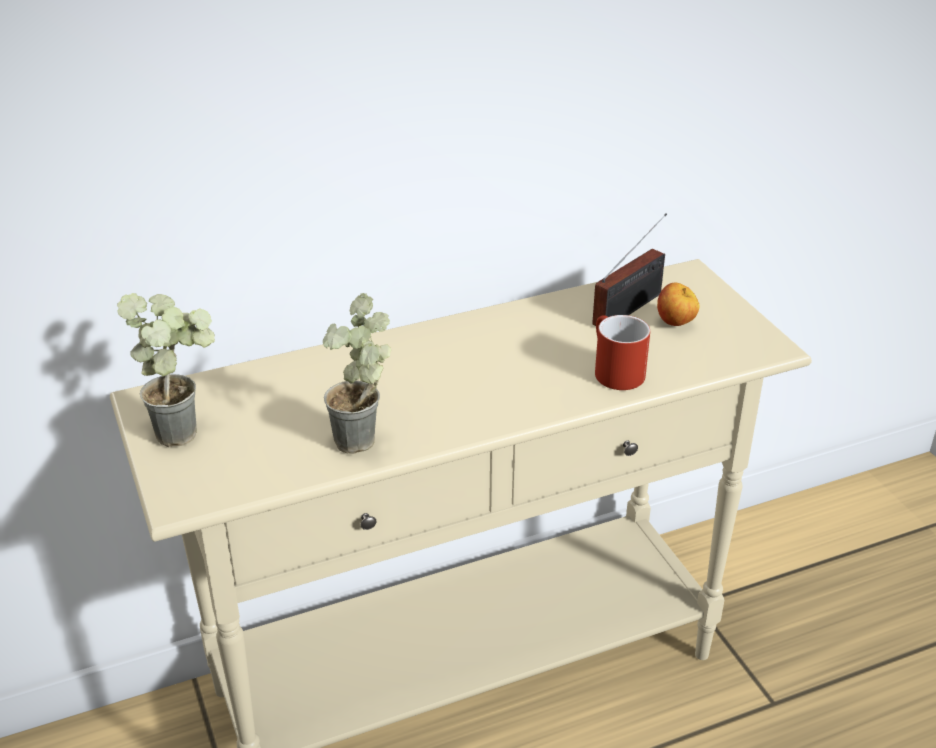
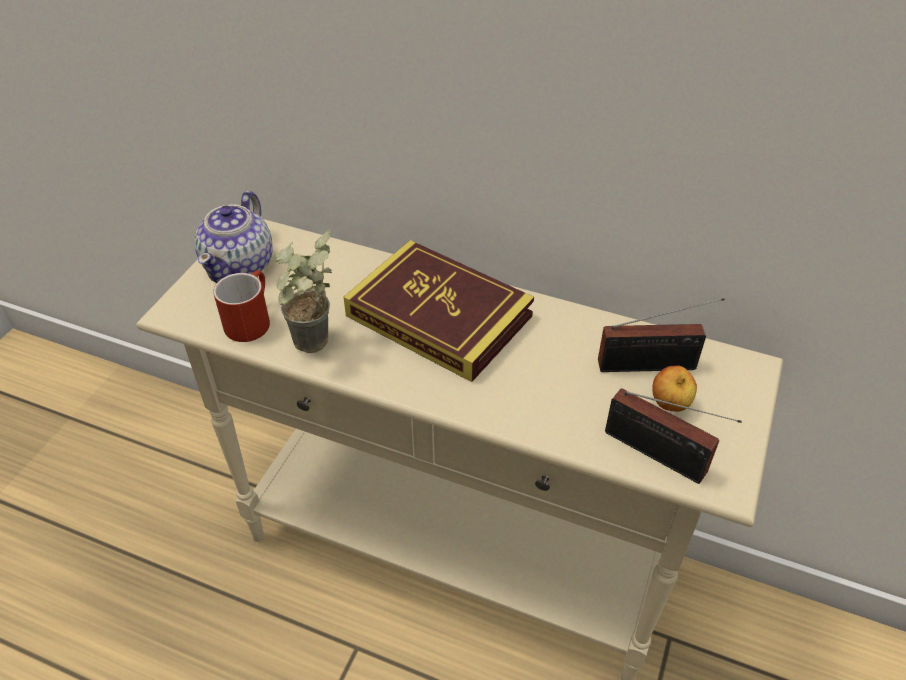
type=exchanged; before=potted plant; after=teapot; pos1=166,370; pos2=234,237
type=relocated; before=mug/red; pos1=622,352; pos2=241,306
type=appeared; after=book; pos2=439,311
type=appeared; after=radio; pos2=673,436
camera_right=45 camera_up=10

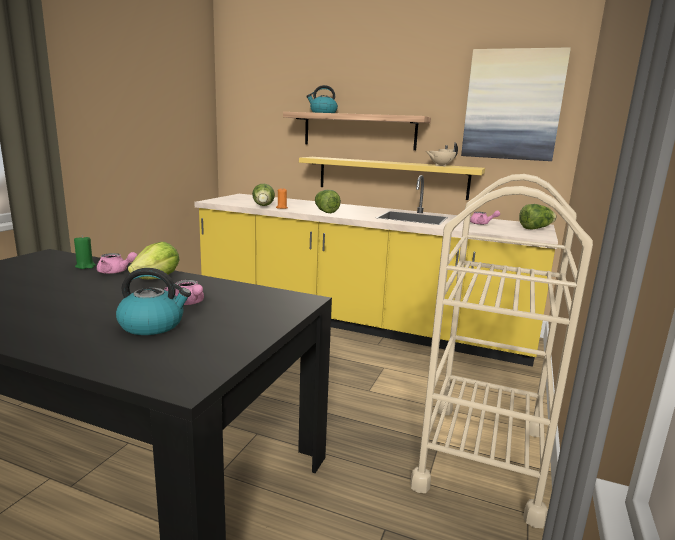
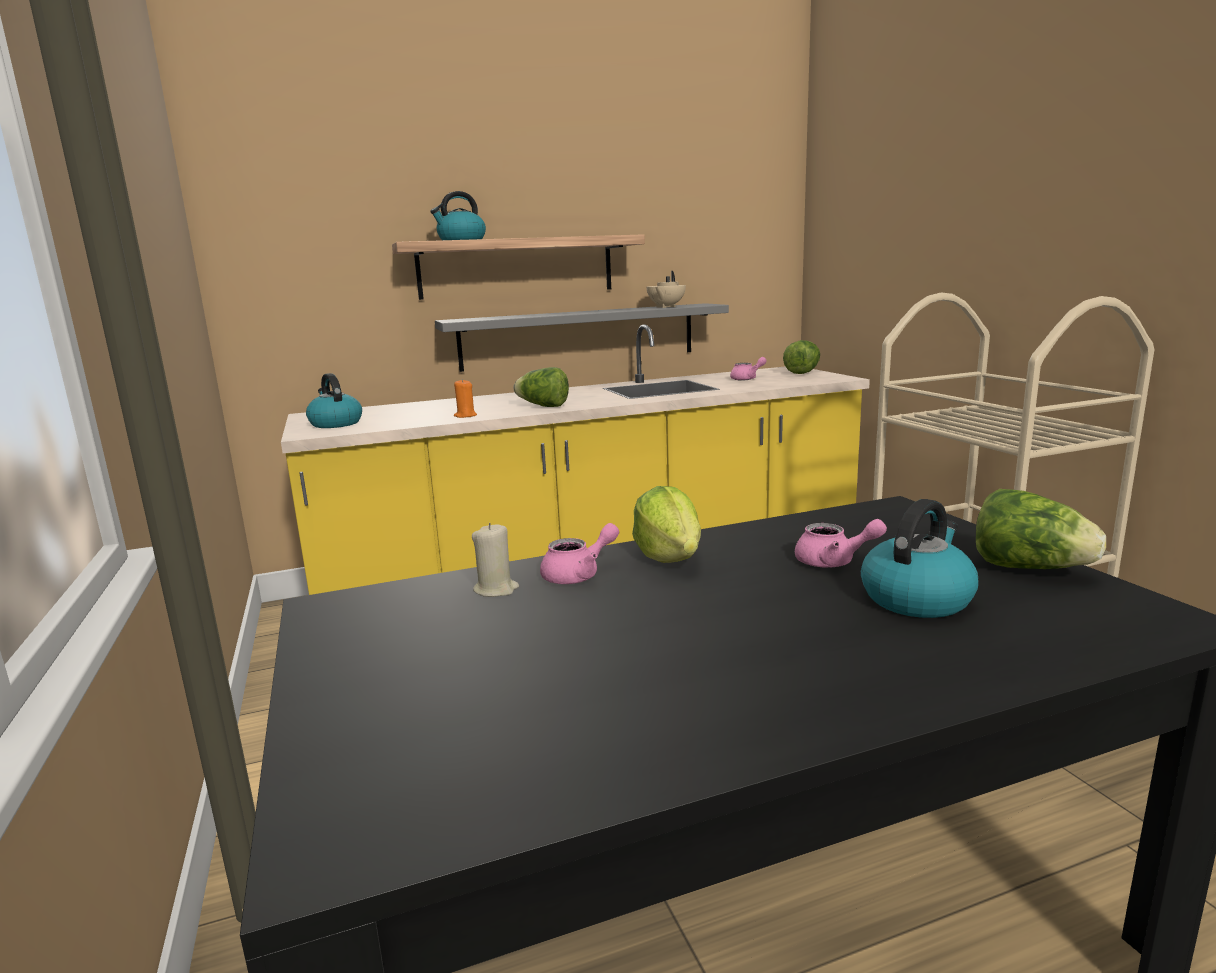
type=colour; before=candle/green; after=candle/beige; pos1=85,252; pos2=495,560
type=relocated; before=lettuce; pos1=263,195; pos2=1041,529
type=colour; before=shelf/yellow; after=shelf/grey; pos1=392,178; pos2=582,337
type=missing; before=picture; pos1=516,104
type=appeared; after=kettle; pos2=334,400
camera_right=-40 camera_up=0

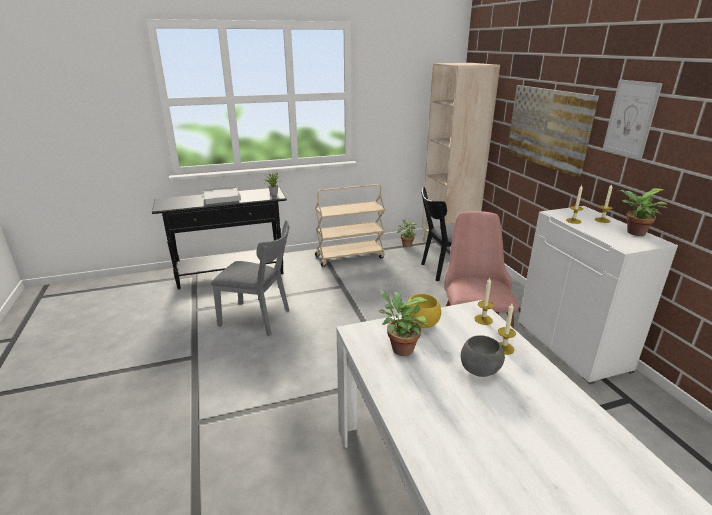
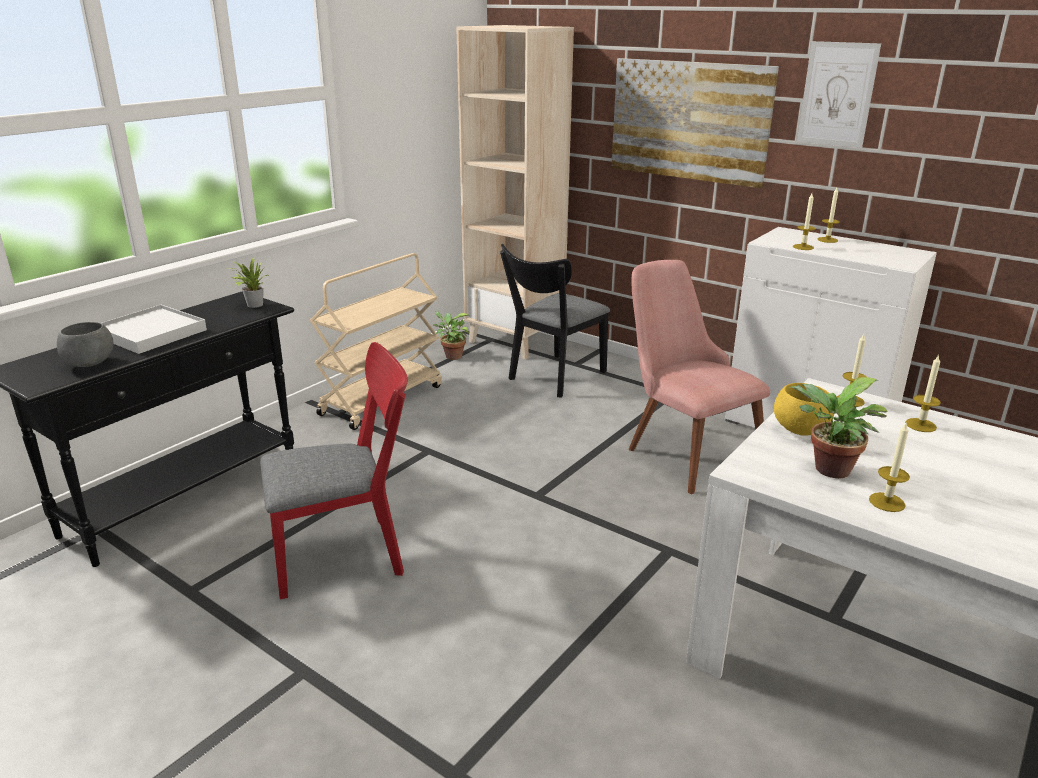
type=colour; before=chair/grey; after=chair/red; pos1=250,278; pos2=334,470
type=relocated; before=bowl/grey; pos1=483,356; pos2=85,344
type=missing; before=potted plant; pos1=642,212
type=appeared; after=candle; pos2=889,467
camera_right=-35 camera_up=0

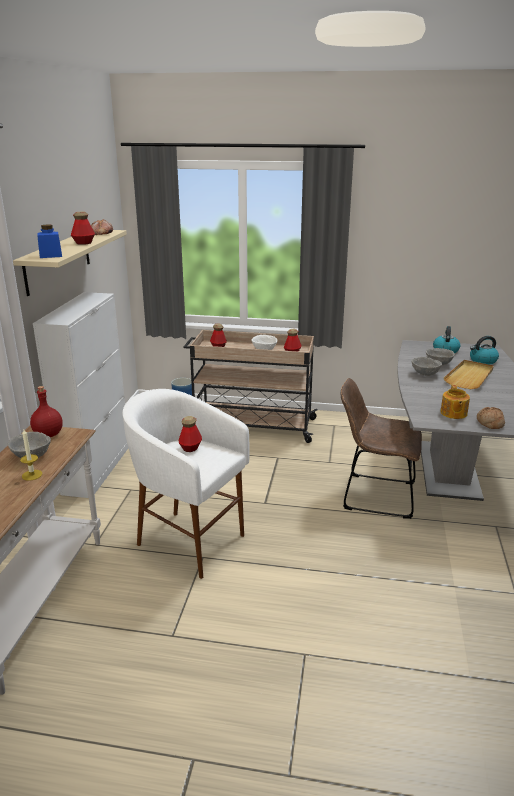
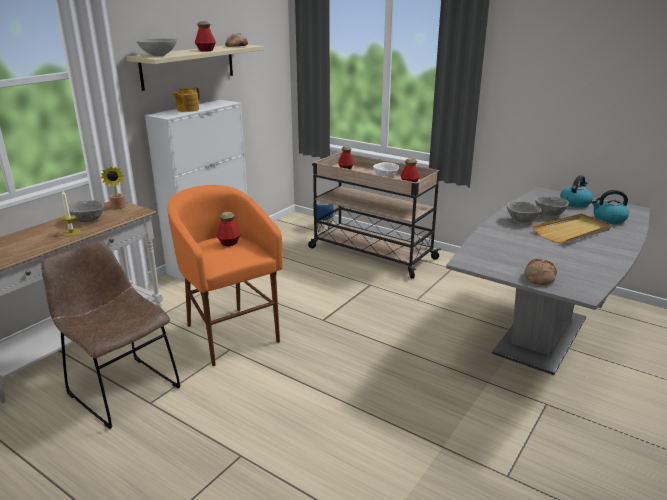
type=exchanged; before=bottle/red; after=potted plant; pos1=46,411; pos2=113,188
type=exchanged; before=jar/blue; after=bowl/grey; pos1=49,241; pos2=157,47
type=colour; before=stool/white; after=stool/orange; pos1=186,484; pos2=225,275
type=relocated; before=chair/brown; pos1=381,448; pos2=110,334
type=relocated; before=teapot; pos1=455,402; pos2=186,99
camera_right=25 camera_up=0

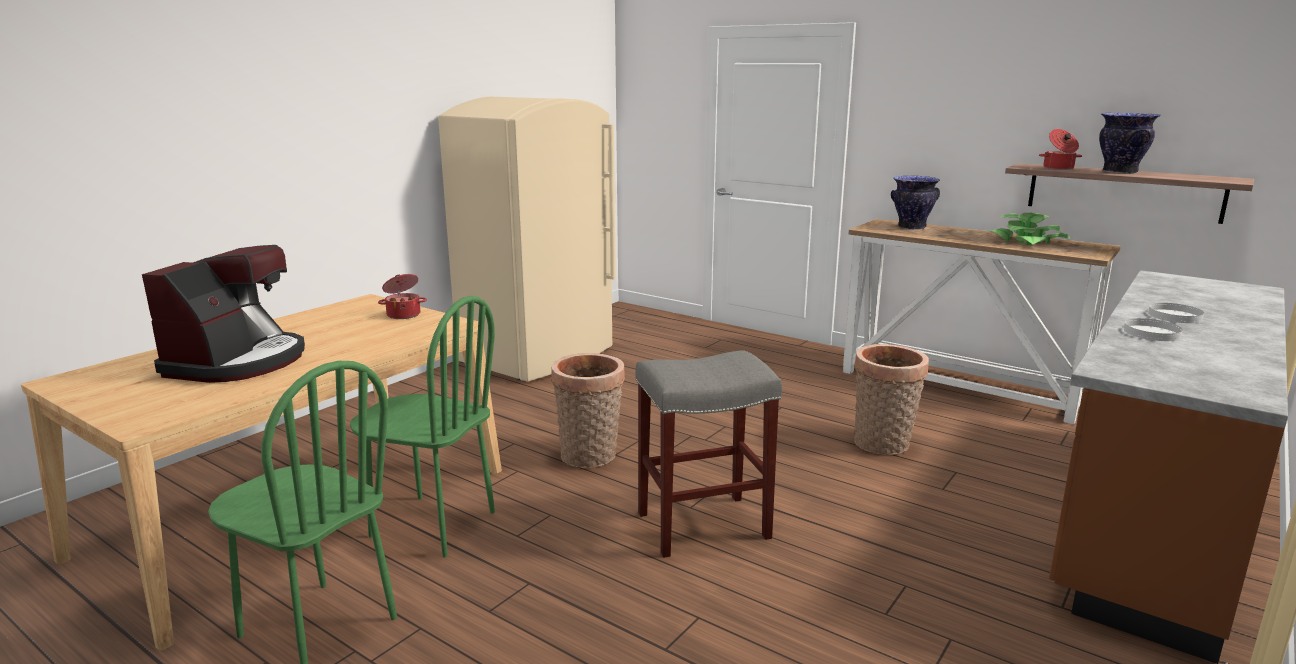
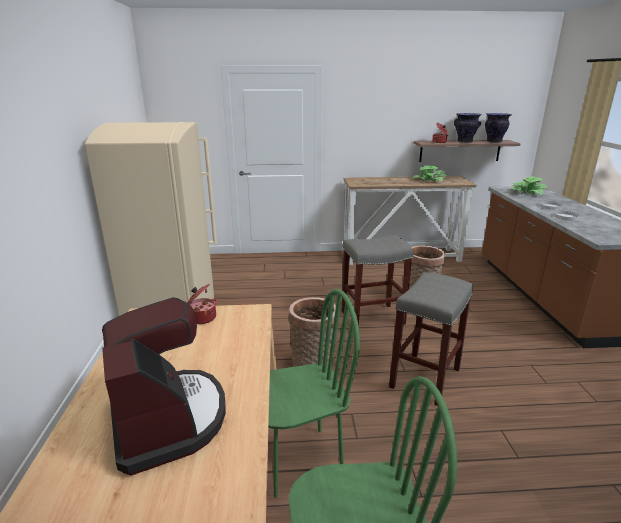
type=relocated; before=vase; pos1=915,203; pos2=498,128
type=appeared; after=stool/grey; pos2=377,280
type=appeared; after=potted plant; pos2=529,185
camera_right=-40 camera_up=5

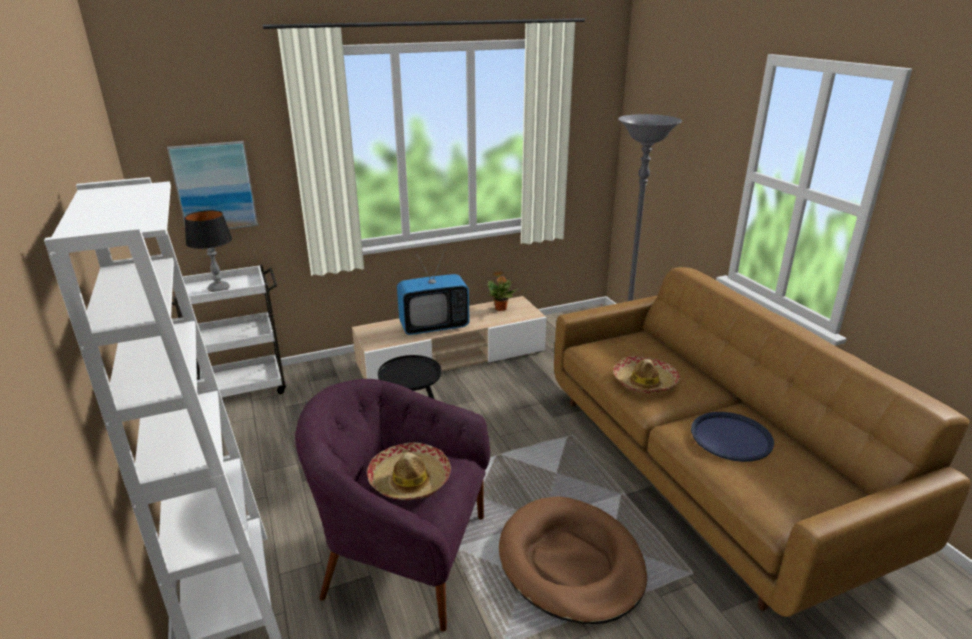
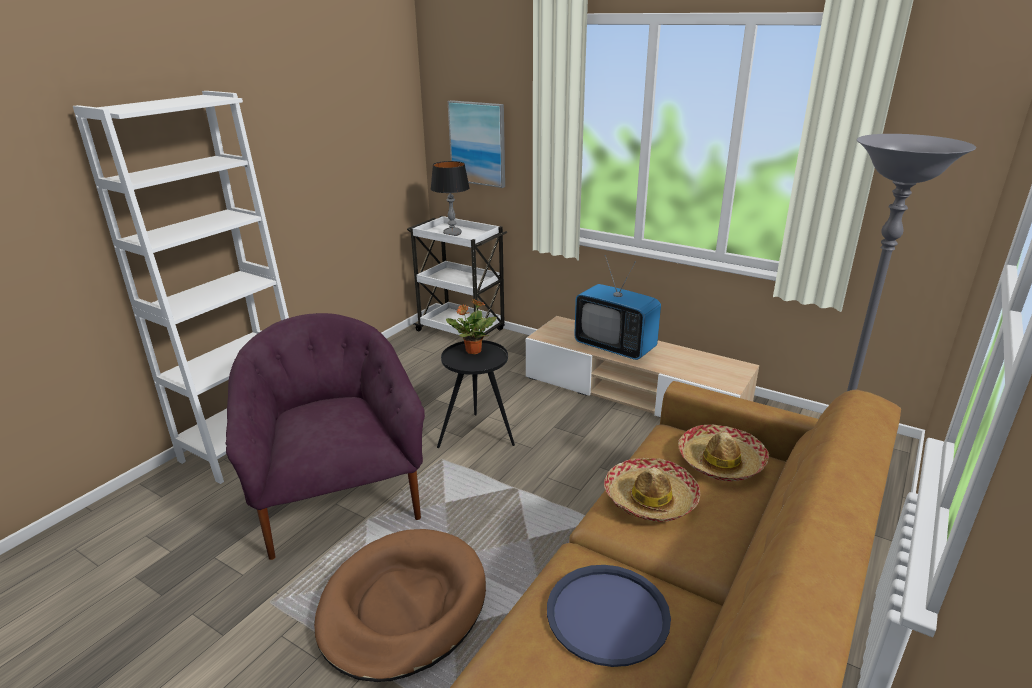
type=relocated; before=hat; pos1=409,471; pos2=723,452
type=relocated; before=potted plant; pos1=502,291; pos2=471,326
camera_right=55 camera_up=0

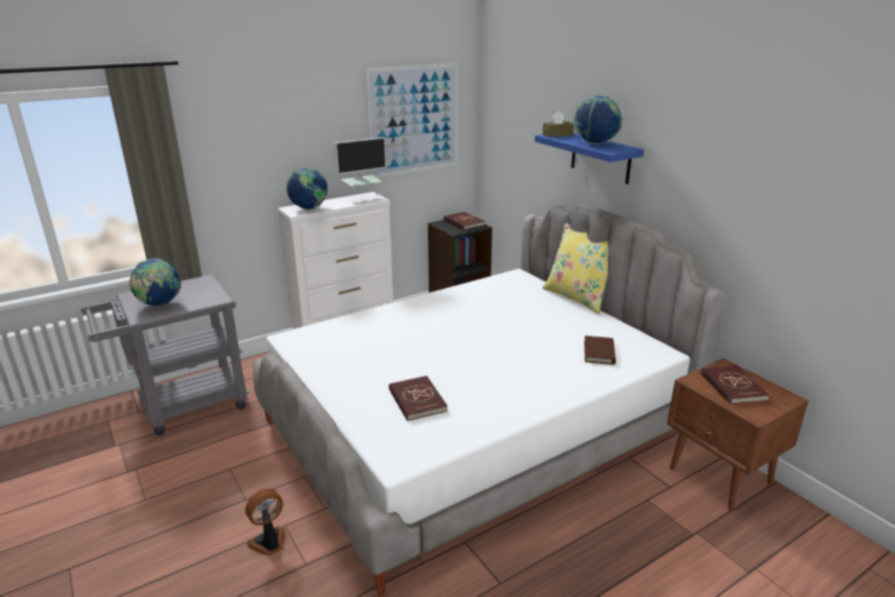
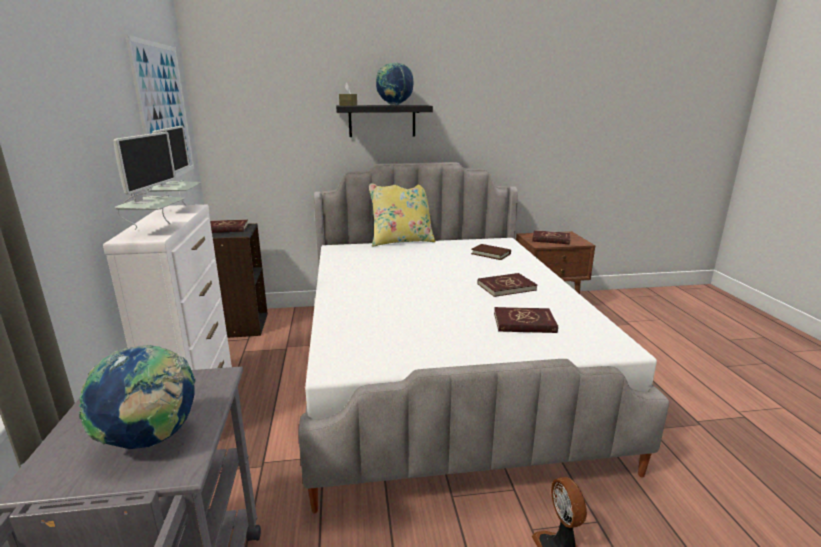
type=exchanged; before=globe; after=monitor; pos1=307,189; pos2=149,181
type=colour; before=shelf/blue; after=shelf/black; pos1=589,158; pos2=384,121
type=appeared; after=book/red; pos2=507,285
camera_right=-65 camera_up=-5

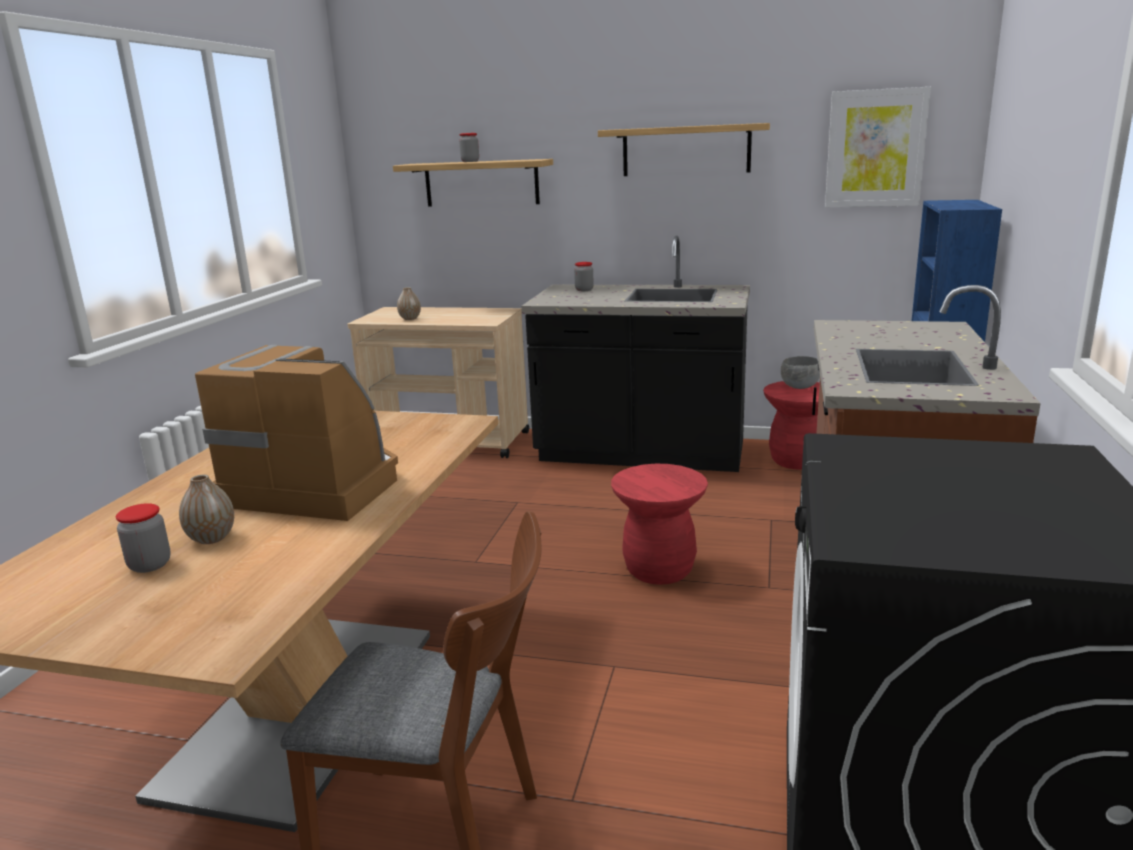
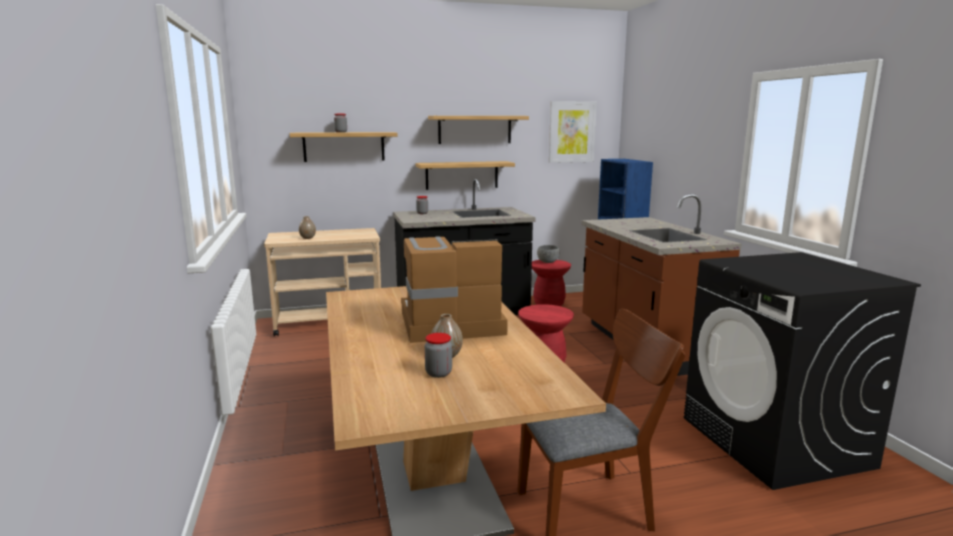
type=appeared; after=shelf; pos2=465,175
camera_right=-30 camera_up=-5

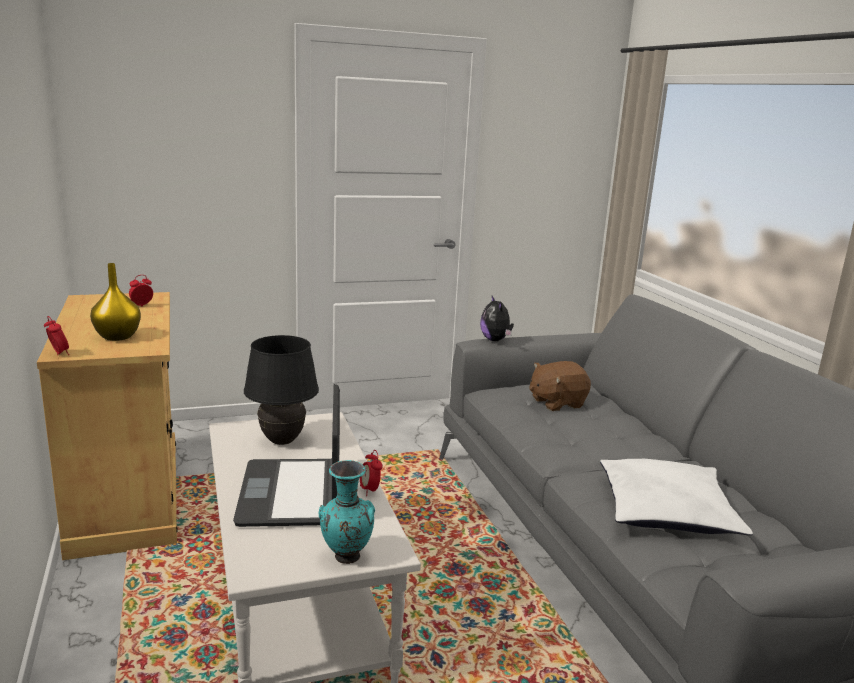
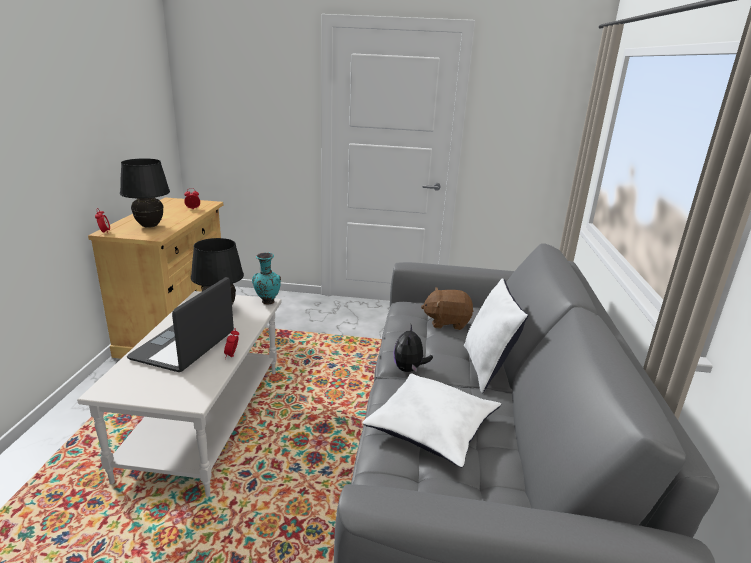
type=exchanged; before=vase/yellow; after=table lamp/black; pos1=115,302; pos2=145,193
type=relocated; before=vase/turquoise; pos1=347,512; pos2=266,278
type=relocated; before=plush toy; pos1=497,318; pos2=413,348
type=appeared; after=pillow/white; pos2=496,335
camera_right=25 camera_up=5

